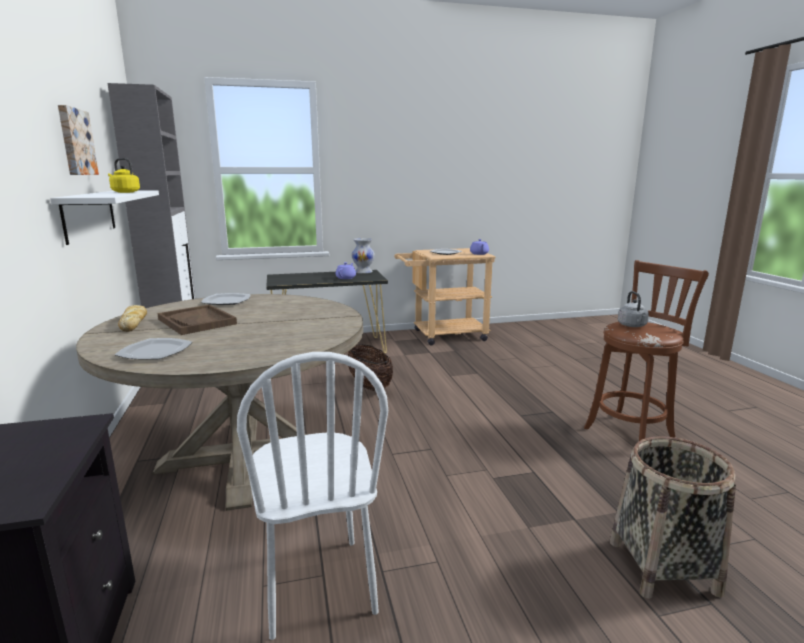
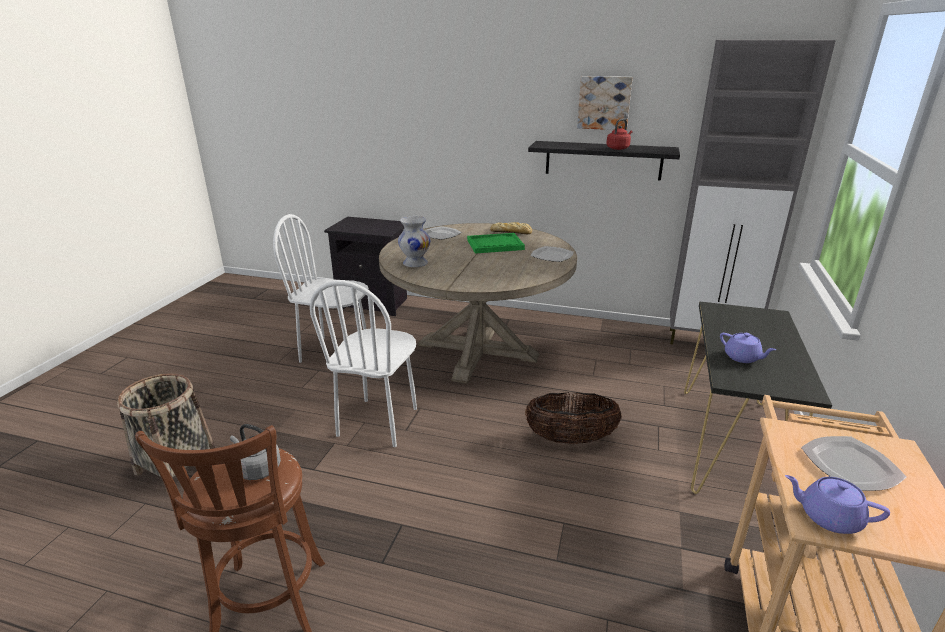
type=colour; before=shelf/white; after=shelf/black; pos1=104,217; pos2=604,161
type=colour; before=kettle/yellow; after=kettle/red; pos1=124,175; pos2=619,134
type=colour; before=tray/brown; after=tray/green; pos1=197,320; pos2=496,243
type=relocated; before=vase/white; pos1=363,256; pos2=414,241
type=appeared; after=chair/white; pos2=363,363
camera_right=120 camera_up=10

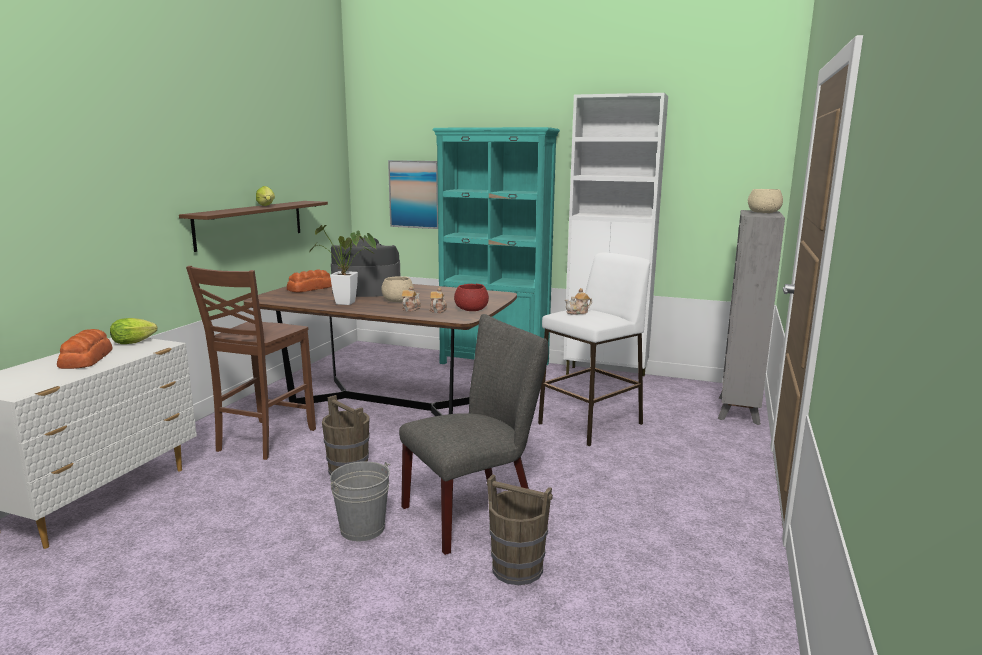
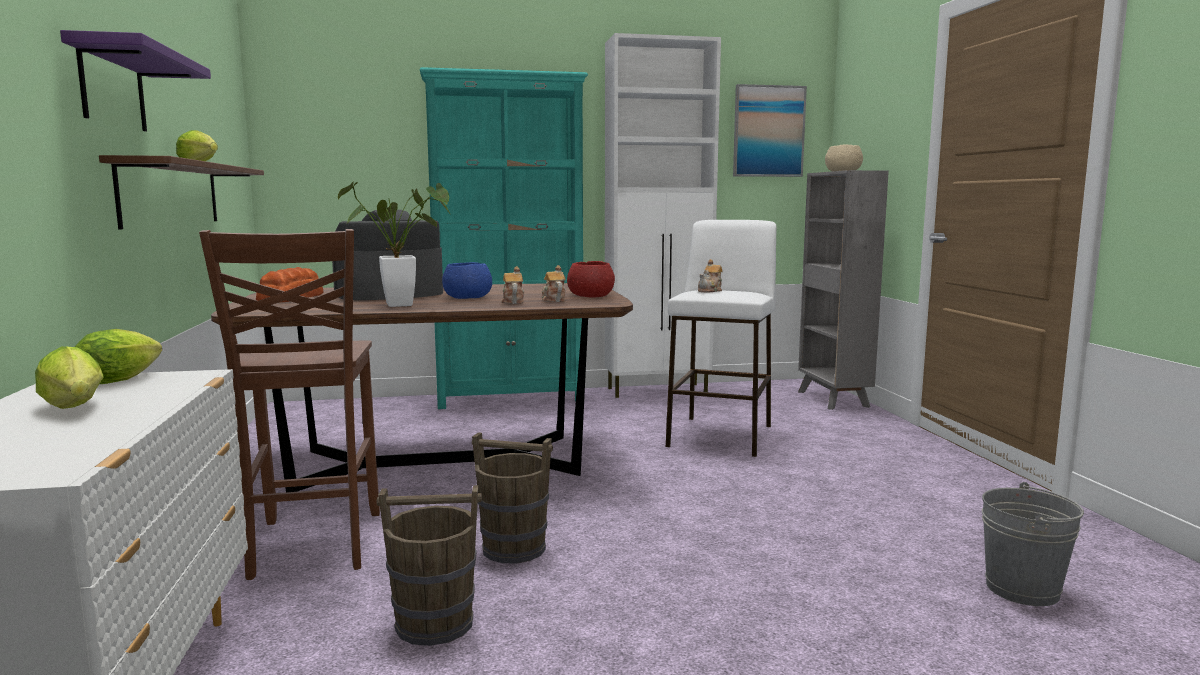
type=exchanged; before=bread; after=lettuce; pos1=85,349; pos2=69,377
type=relocated; before=bucket/grey; pos1=360,501; pos2=1033,544
type=colour; before=bowl/beige; after=bowl/blue; pos1=397,289; pos2=467,280
type=relocated; before=picture; pos1=413,194; pos2=770,130
type=missing; before=chair/grey; pos1=474,434
type=relocated; before=bucket/brown; pos1=520,529; pos2=429,565
type=appeared; after=shelf/purple; pos2=135,80
camera_right=-30 camera_up=-5

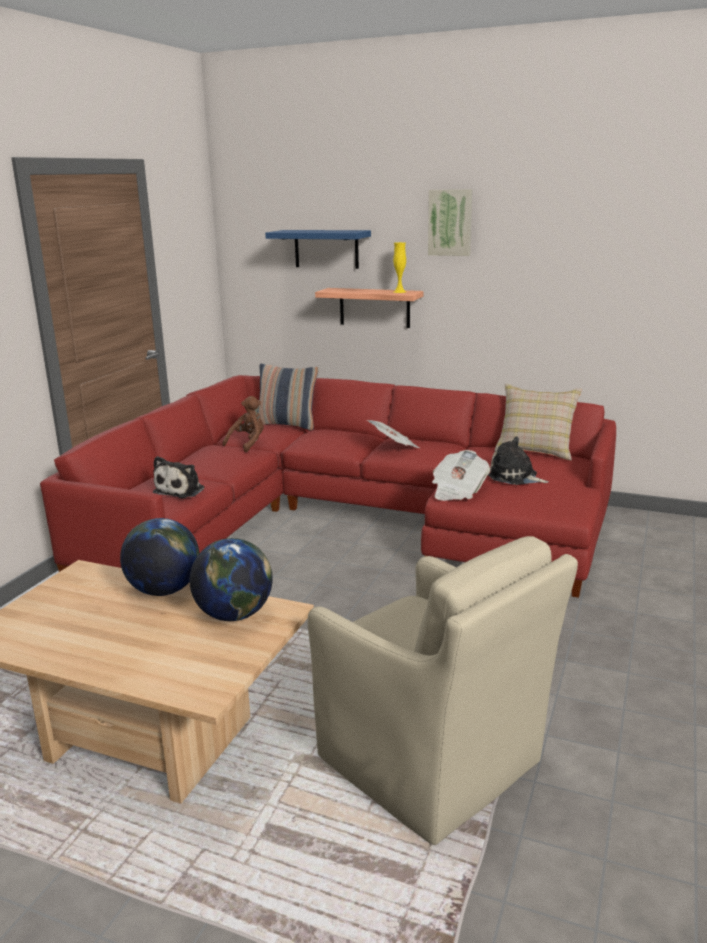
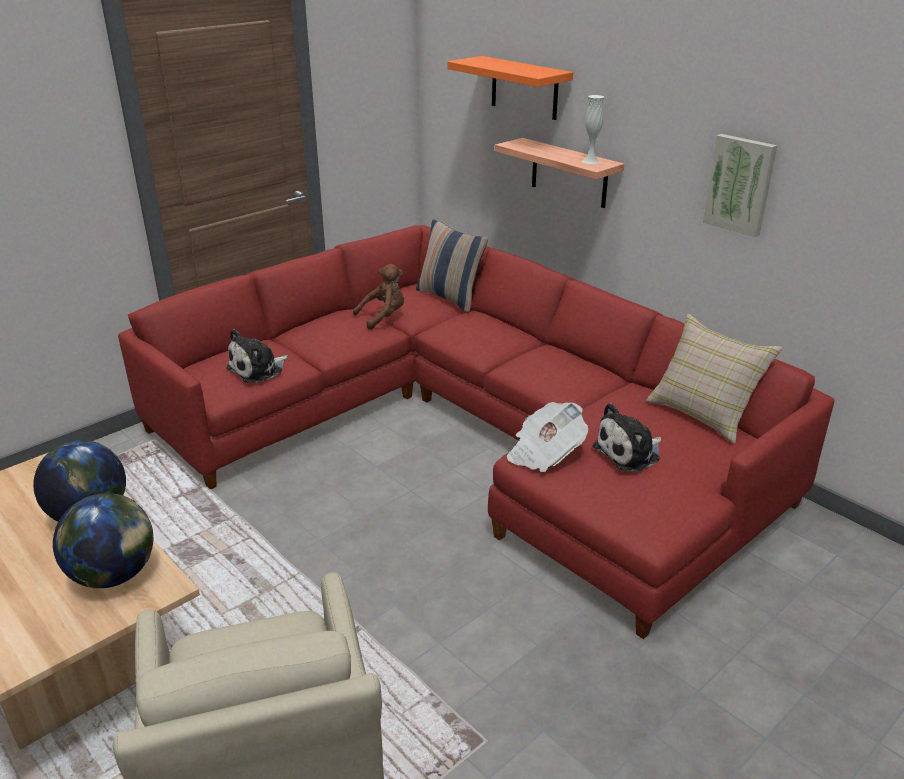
type=colour; before=shelf/blue; after=shelf/orange; pos1=318,249; pos2=510,88
type=missing; before=newspaper; pos1=393,434
type=colour; before=vase/yellow; after=vase/white; pos1=399,267; pos2=593,129
type=relocated; before=picture; pos1=450,222; pos2=740,185
type=spun; before=plush toy; pos1=518,460; pos2=627,437; turn=-90
camera_right=25 camera_up=10

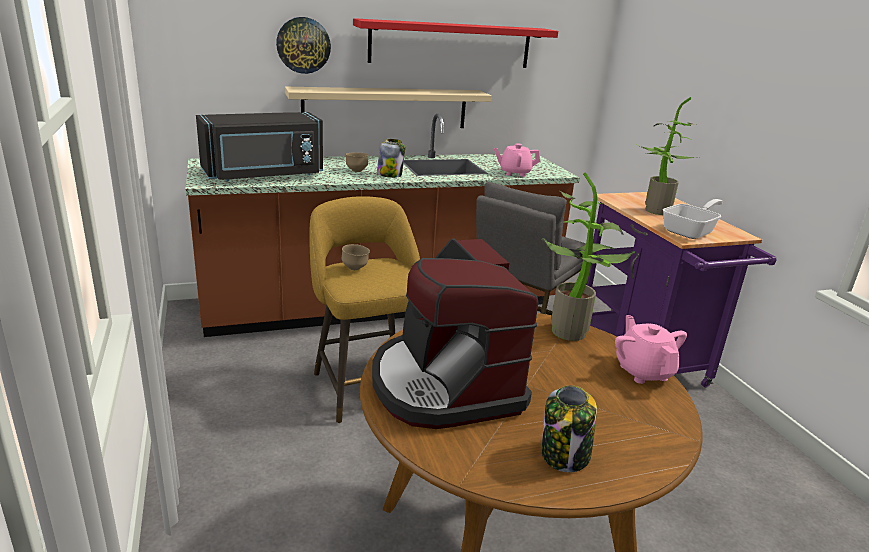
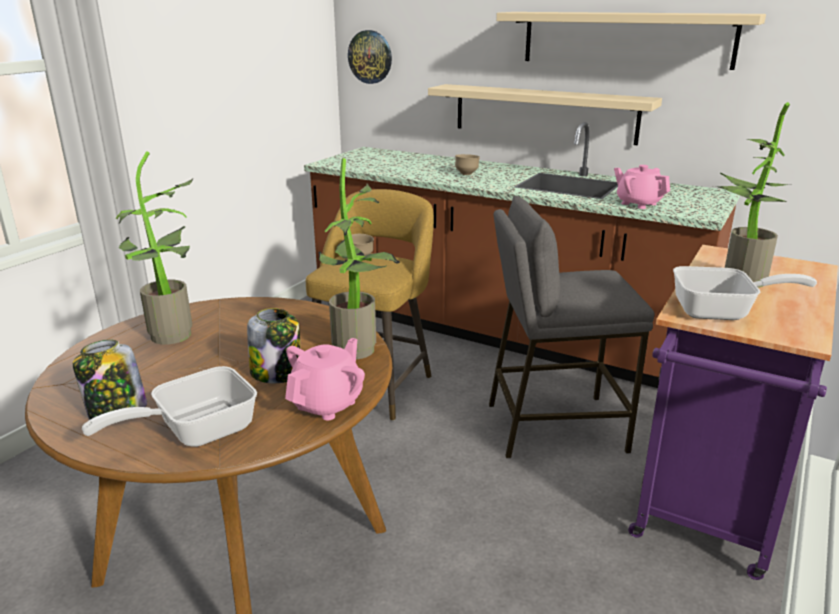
type=missing; before=microwave/black; pos1=259,146
type=relocated; before=wall clock; pos1=303,45; pos2=370,57
type=colour; before=shelf/red; after=shelf/beige; pos1=455,43; pos2=631,41
type=exchanged; before=coffee machine; after=potted plant; pos1=455,333; pos2=154,248
type=relocated; before=jar; pos1=391,158; pos2=273,345
type=appeared; after=frying pan; pos2=169,406
camera_right=50 camera_up=0

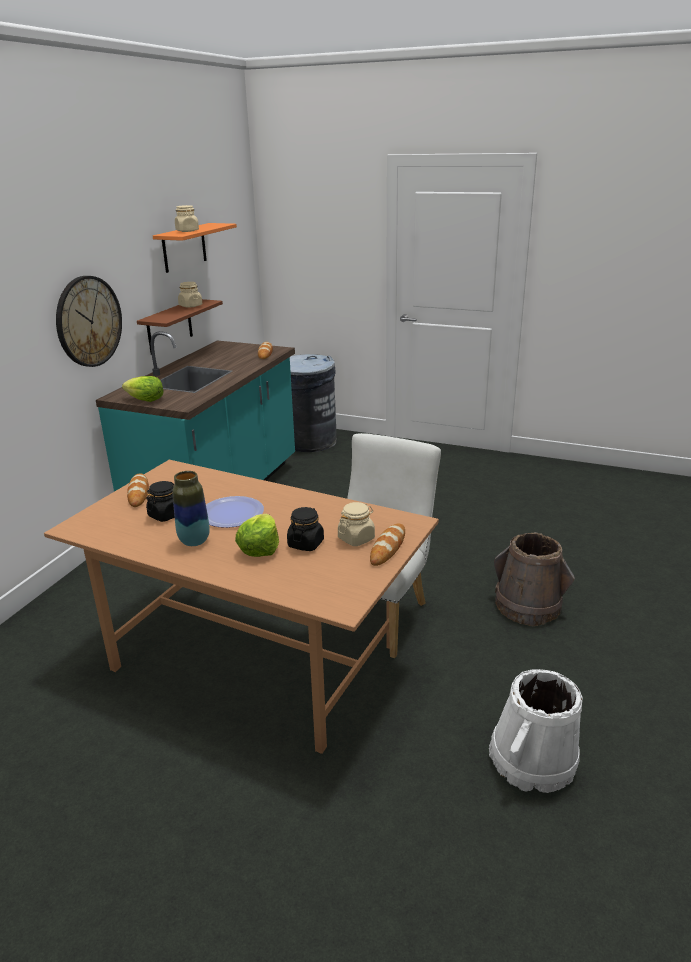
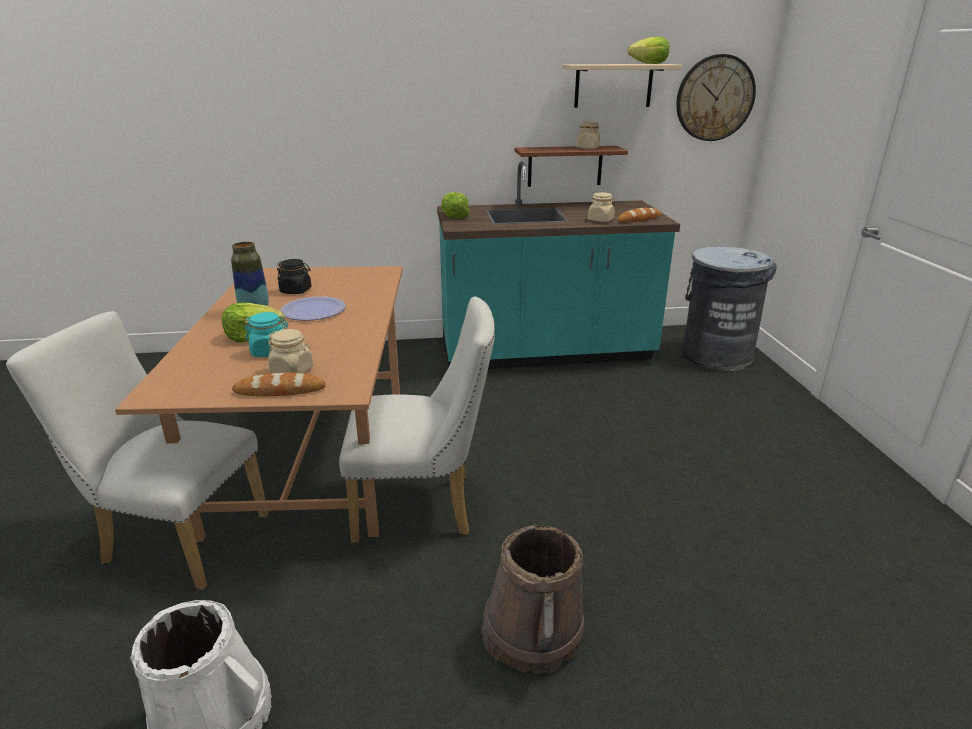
type=relocated; before=wall clock; pos1=89,321; pos2=716,97
type=missing; before=bread; pos1=138,490
type=colour; before=shelf/orange; after=shelf/beige; pos1=195,248; pos2=622,86
type=relocated; before=jar/beige; pos1=187,218; pos2=601,207
type=colour; before=jar/black; after=jar/turquoise; pos1=305,529; pos2=266,334
type=appeared; after=chair/white; pos2=137,450
type=appeared; after=lettuce; pos2=649,50
camera_right=60 camera_up=0

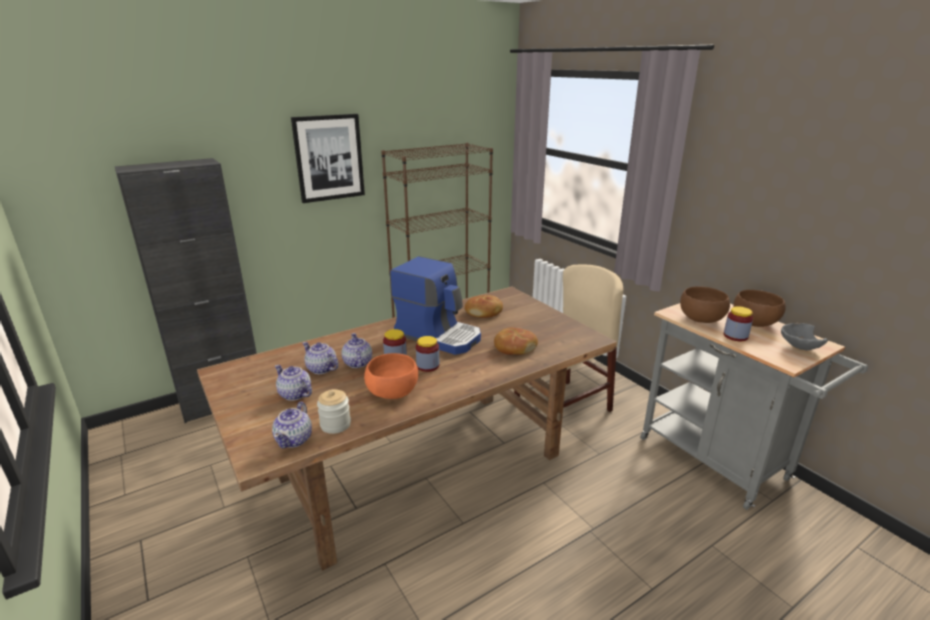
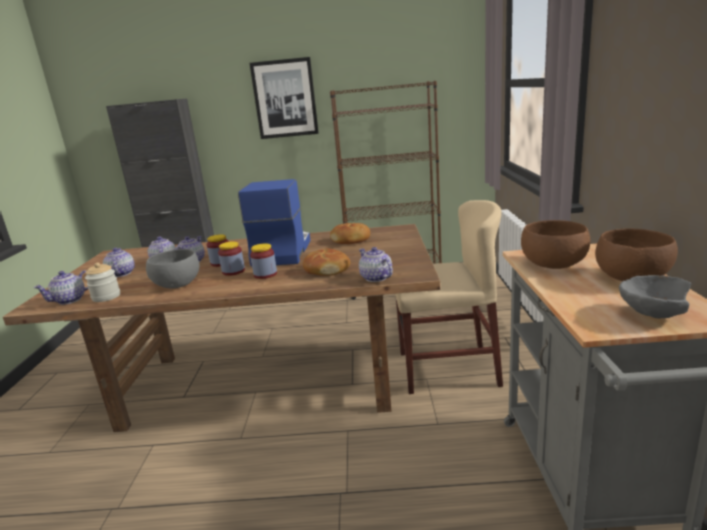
type=colour; before=bowl/orange; after=bowl/grey; pos1=391,376; pos2=172,269
type=spun; before=coffee machine; pos1=435,305; pos2=274,223; turn=-150
type=relocated; before=jar; pos1=738,323; pos2=263,261
type=appeared; after=teapot; pos2=376,264
camera_right=35 camera_up=-5

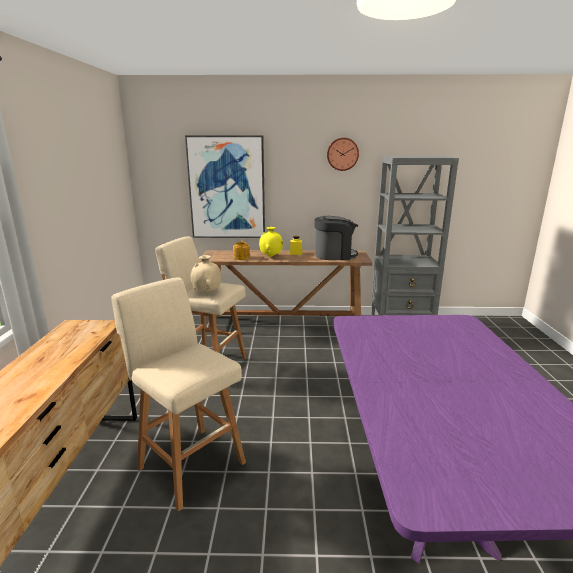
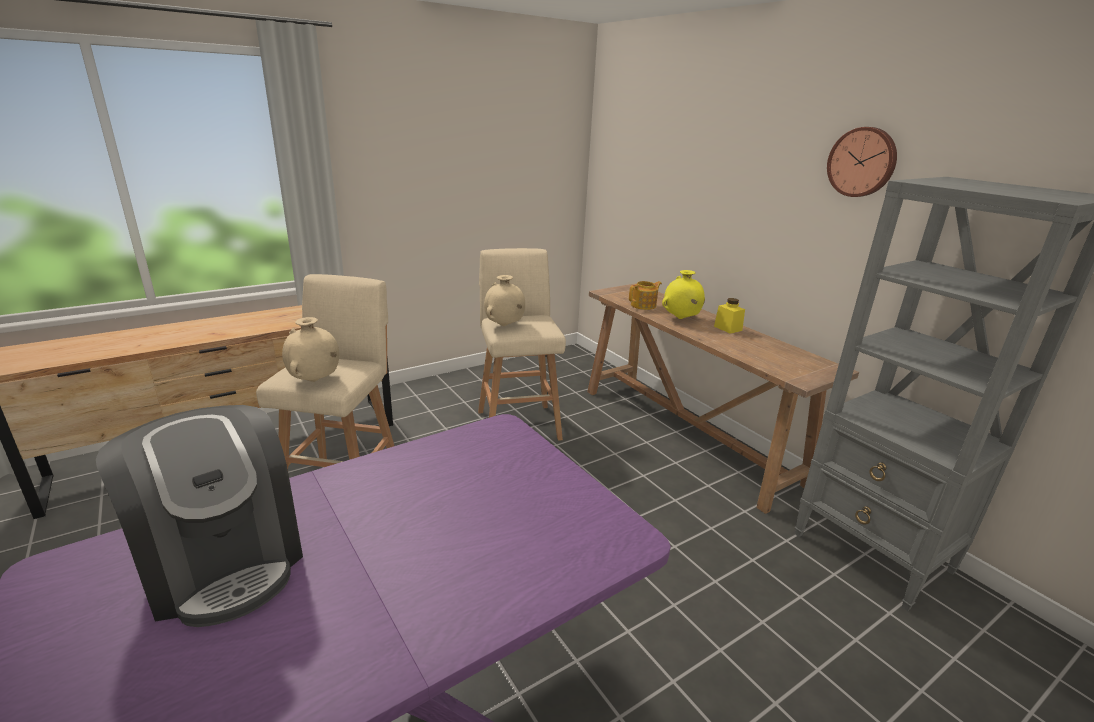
type=missing; before=picture; pos1=225,187
type=relocated; before=coffee machine; pos1=336,238; pos2=199,516
type=appeared; after=vase/beige; pos2=310,349
camera_right=55 camera_up=5

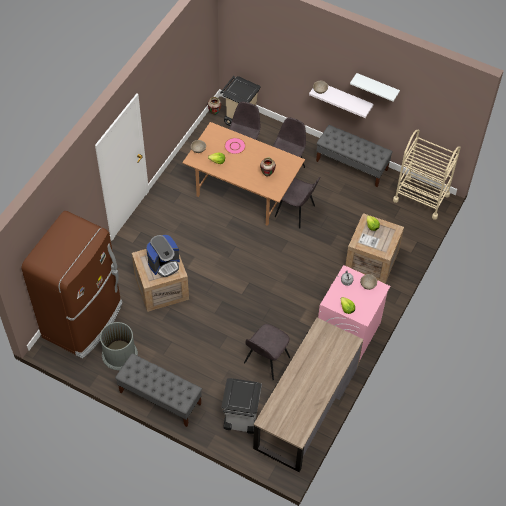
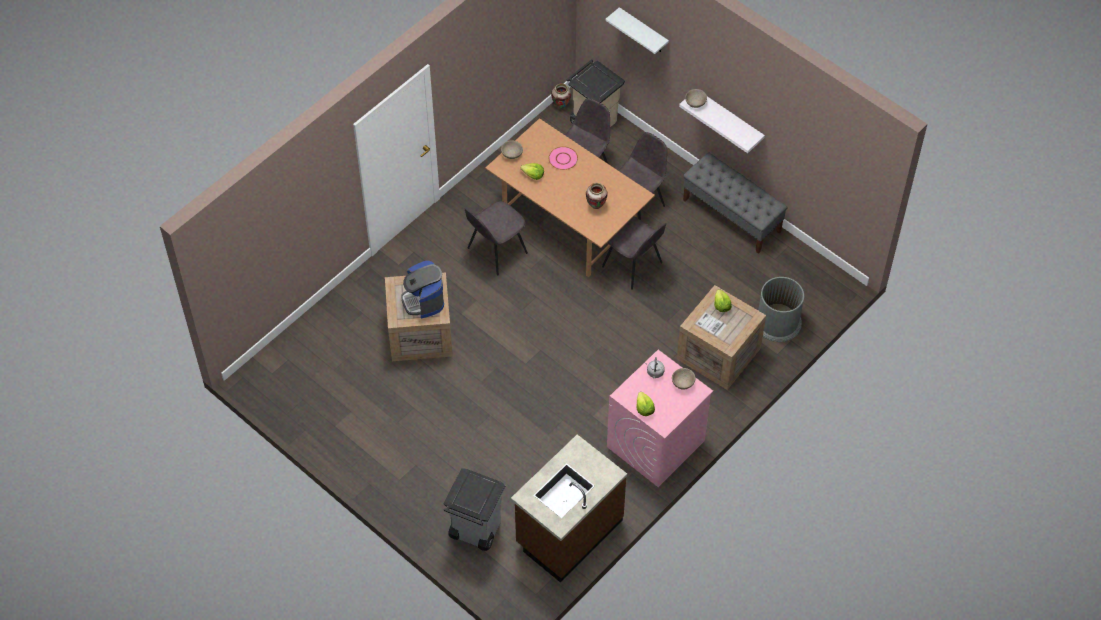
type=missing; before=fridge/brown; pos1=72,284
type=relocated; before=trash can/grey; pos1=119,346; pos2=781,309
type=missing; before=bench/grey; pos1=158,390
type=spun; before=coffee machine; pos1=163,256; pos2=422,289; turn=90
type=relocated; before=chair/grey; pos1=267,352; pos2=496,238
type=exchanged; before=desk/brown; after=counter/brown; pos1=308,395; pos2=569,508
type=relocated; before=shelf/white; pos1=375,87; pos2=637,30
type=missing; before=cart/beige; pos1=427,175
camera_right=15 camera_up=0

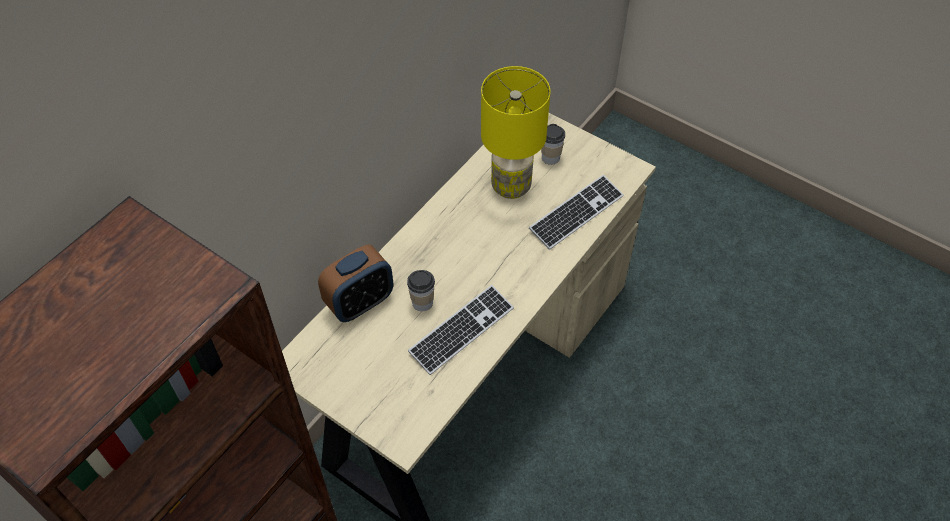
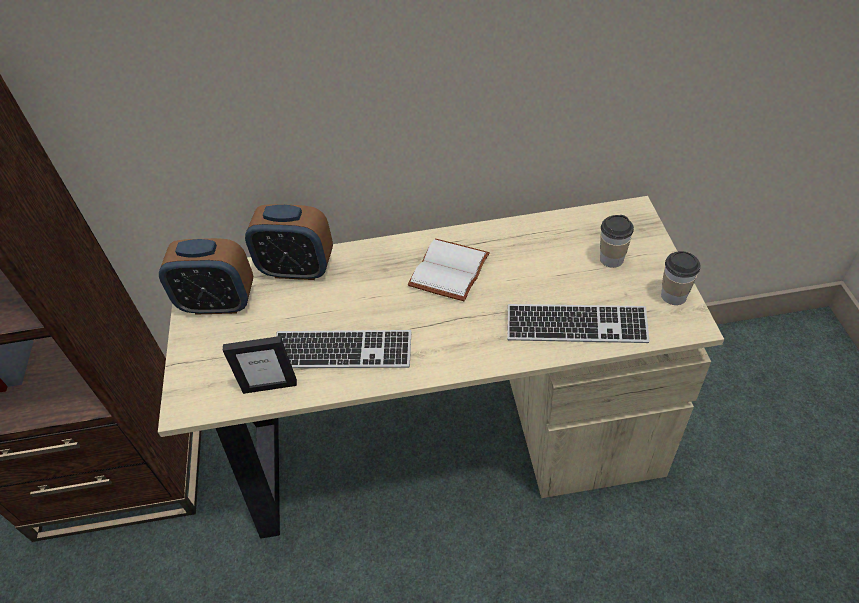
type=relocated; before=cup; pos1=421,290; pos2=680,278
type=missing; before=table lamp/yellow; pos1=515,132
type=appeared; after=alarm clock; pos2=206,276
type=appeared; after=picture frame; pos2=260,365
type=appeared; after=book/white; pos2=449,270
camera_right=50 camera_up=-5

